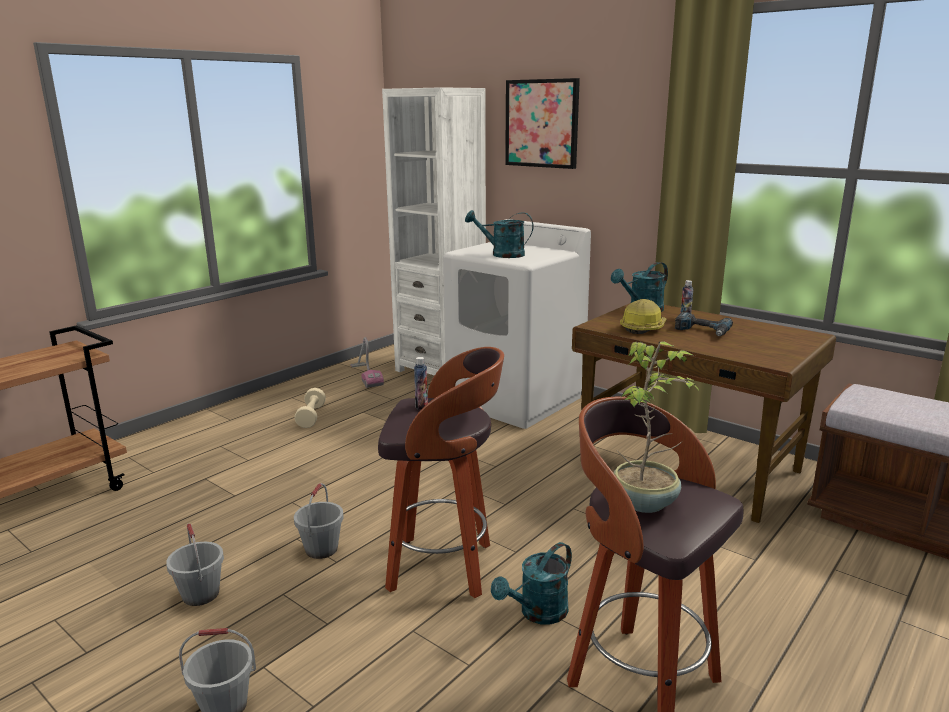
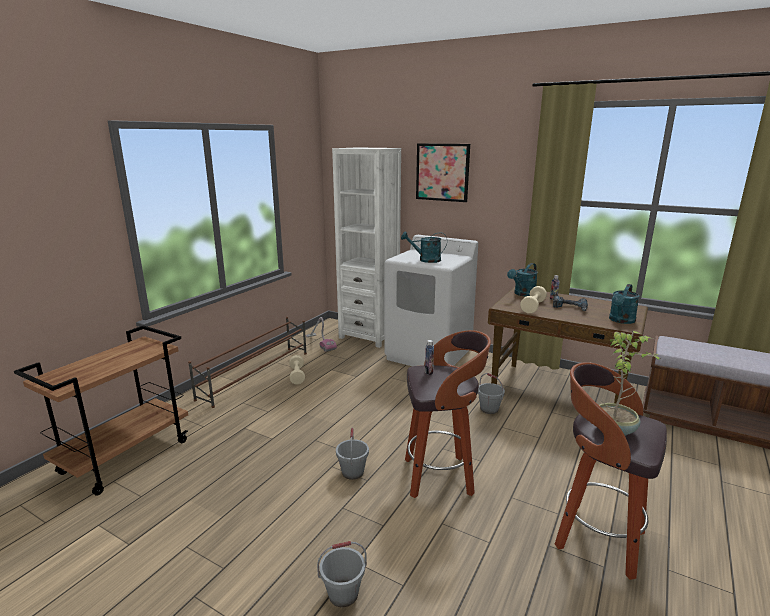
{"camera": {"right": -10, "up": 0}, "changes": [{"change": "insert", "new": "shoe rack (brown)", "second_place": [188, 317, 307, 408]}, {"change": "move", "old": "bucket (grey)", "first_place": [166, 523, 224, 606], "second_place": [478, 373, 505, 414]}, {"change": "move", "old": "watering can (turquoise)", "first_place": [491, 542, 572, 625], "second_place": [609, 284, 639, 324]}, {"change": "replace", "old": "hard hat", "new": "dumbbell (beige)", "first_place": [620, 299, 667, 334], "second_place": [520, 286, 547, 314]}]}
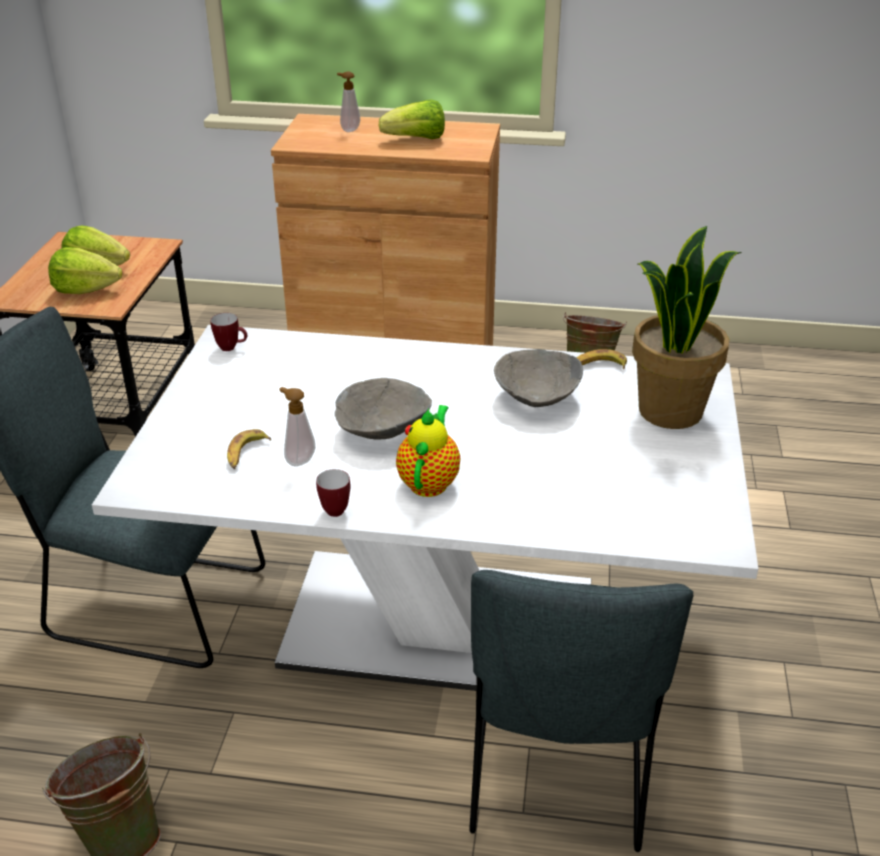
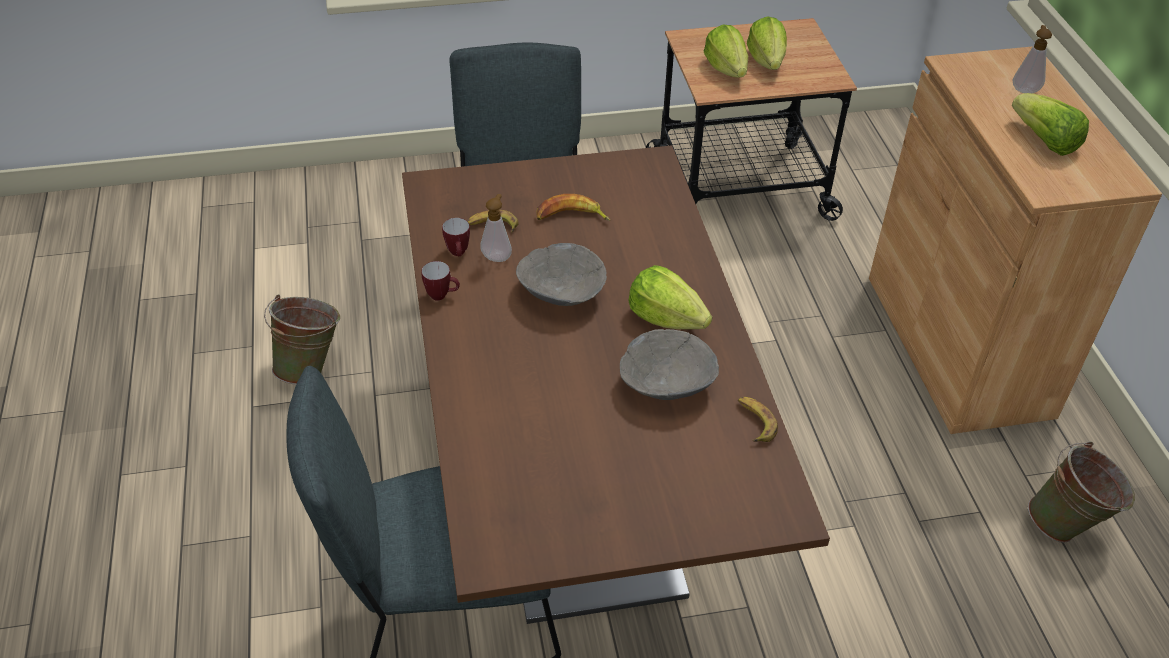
{"camera": {"right": 70, "up": 10}, "changes": [{"change": "delete", "old": "teapot", "first_place": [396, 405, 460, 497]}, {"change": "delete", "old": "potted plant", "first_place": [632, 226, 742, 429]}, {"change": "insert", "new": "banana", "second_place": [536, 194, 610, 221]}, {"change": "insert", "new": "lettuce", "second_place": [628, 265, 712, 329]}, {"change": "move", "old": "mug", "first_place": [210, 313, 247, 351], "second_place": [442, 218, 470, 256]}, {"change": "recolor", "old": "dining table (white)", "new": "dining table (brown)", "first_place": [92, 325, 758, 691], "second_place": [402, 145, 830, 624]}]}
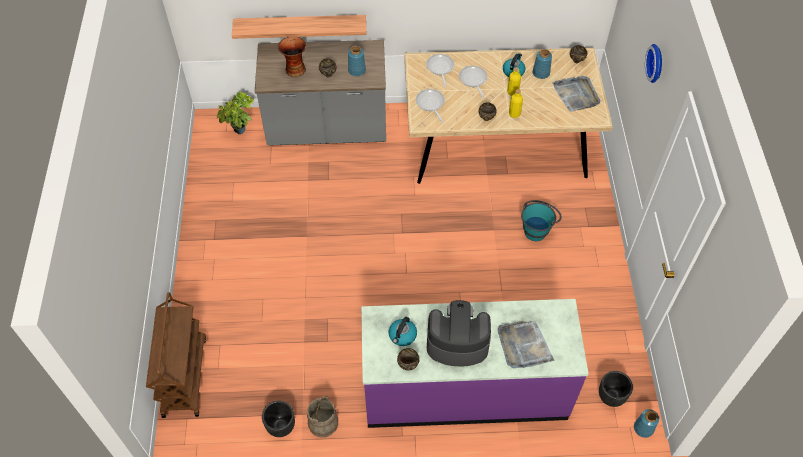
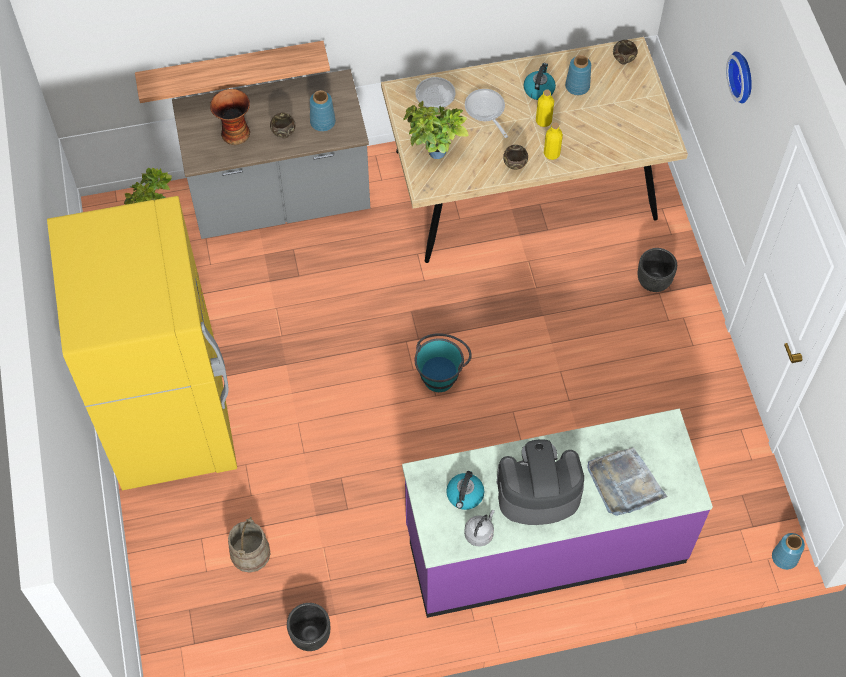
{"camera": {"right": -10, "up": 5}, "changes": [{"change": "delete", "old": "cart (brown)", "first_place": [146, 292, 206, 418]}, {"change": "delete", "old": "tray (grey)", "first_place": [552, 76, 600, 112]}, {"change": "insert", "new": "fridge (yellow)", "second_place": [47, 196, 237, 490]}, {"change": "move", "old": "bucket (beige)", "first_place": [307, 395, 338, 437], "second_place": [228, 517, 271, 573]}, {"change": "move", "old": "bucket (turquoise)", "first_place": [521, 200, 562, 241], "second_place": [415, 333, 472, 392]}, {"change": "move", "old": "planter (black)", "first_place": [599, 371, 633, 407], "second_place": [638, 248, 677, 292]}, {"change": "replace", "old": "bowl (brown)", "new": "kettle (grey)", "first_place": [397, 348, 419, 371], "second_place": [464, 510, 495, 547]}, {"change": "replace", "old": "frying pan", "new": "potted plant", "first_place": [416, 89, 445, 123], "second_place": [403, 101, 469, 159]}]}
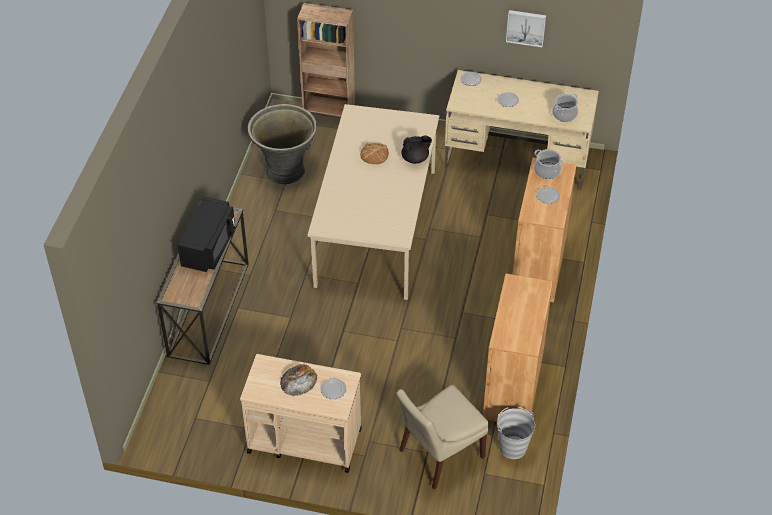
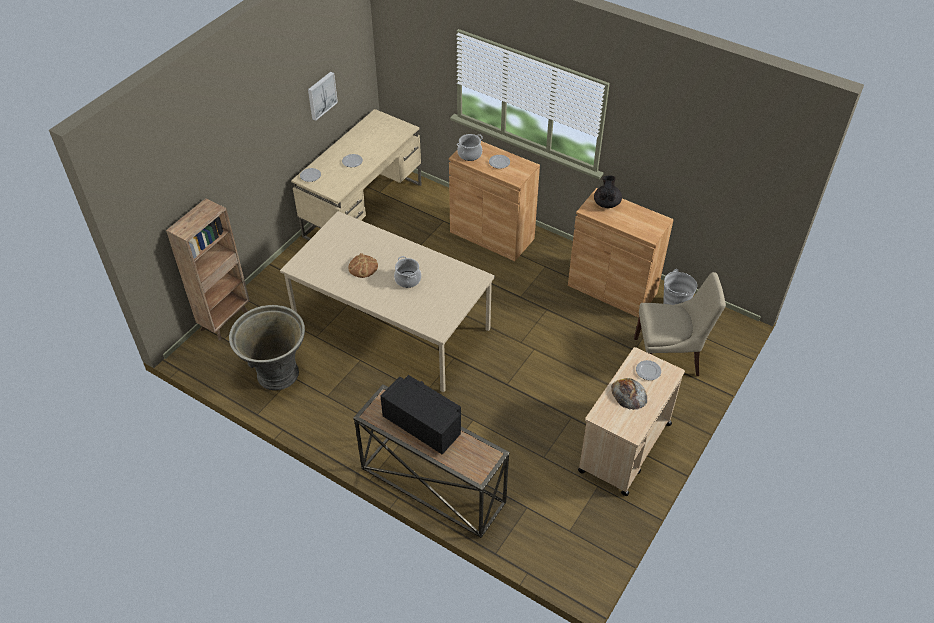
{"camera": {"right": -70, "up": 0}, "changes": [{"change": "move", "old": "teapot (black)", "first_place": [401, 135, 432, 164], "second_place": [594, 175, 622, 208]}, {"change": "move", "old": "cooking pot", "first_place": [552, 93, 578, 122], "second_place": [394, 256, 421, 288]}, {"change": "rotate", "old": "chair (beige)", "first_place": [397, 385, 489, 489], "second_place": [634, 272, 726, 376], "degrees": -75}]}
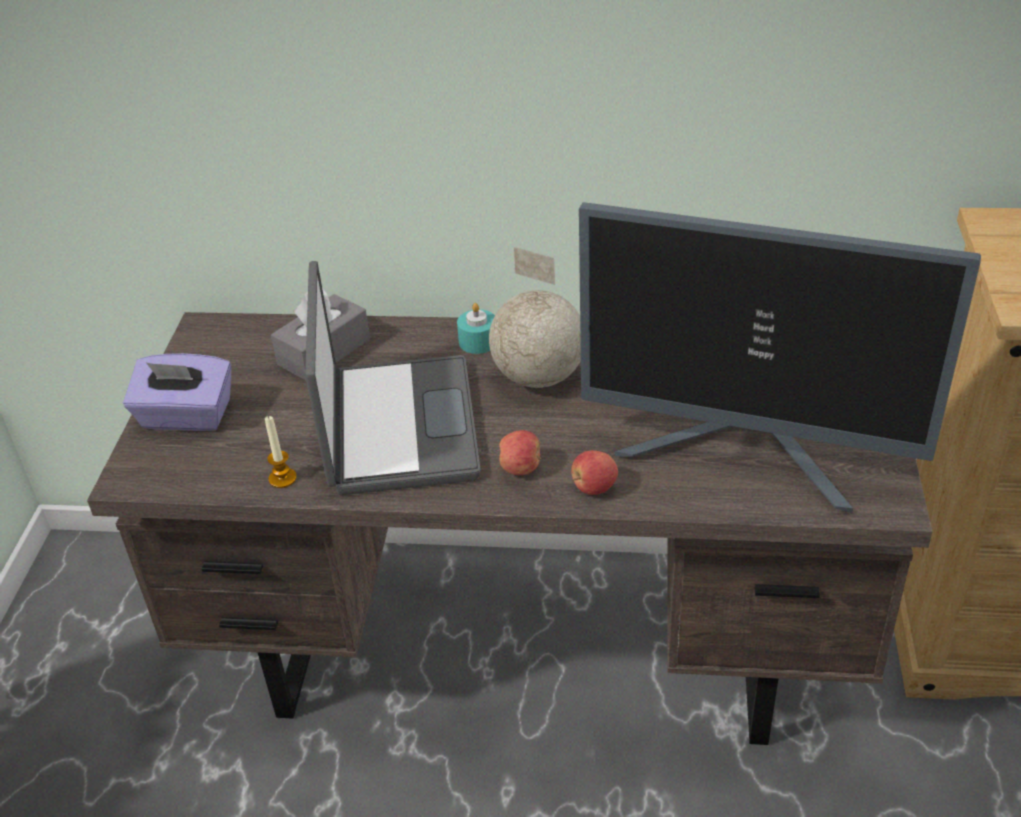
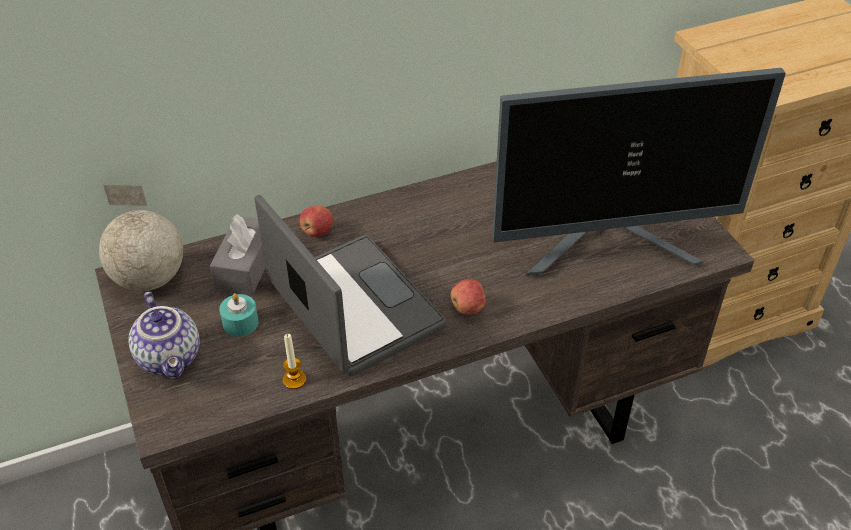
{"camera": {"right": -30, "up": 5}, "changes": [{"change": "move", "old": "candle (turquoise)", "first_place": [457, 303, 495, 354], "second_place": [219, 293, 259, 337]}, {"change": "move", "old": "globe", "first_place": [489, 247, 581, 388], "second_place": [99, 185, 183, 291]}, {"change": "move", "old": "apple", "first_place": [571, 451, 618, 495], "second_place": [299, 206, 333, 237]}, {"change": "replace", "old": "tissue box (purple)", "new": "teapot", "first_place": [123, 353, 232, 431], "second_place": [128, 291, 200, 379]}]}
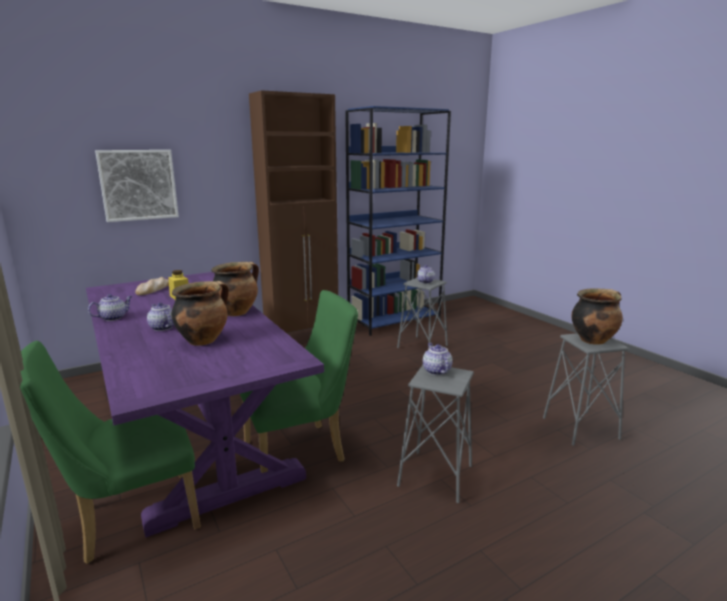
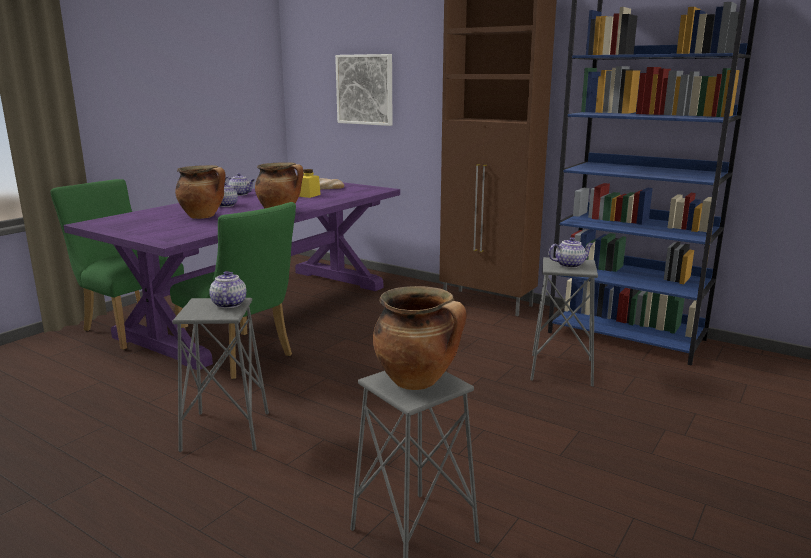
{"camera": {"right": 65, "up": 0}, "changes": [{"change": "rotate", "old": "teapot", "first_place": [423, 343, 453, 375], "second_place": [209, 271, 246, 308], "degrees": -60}]}
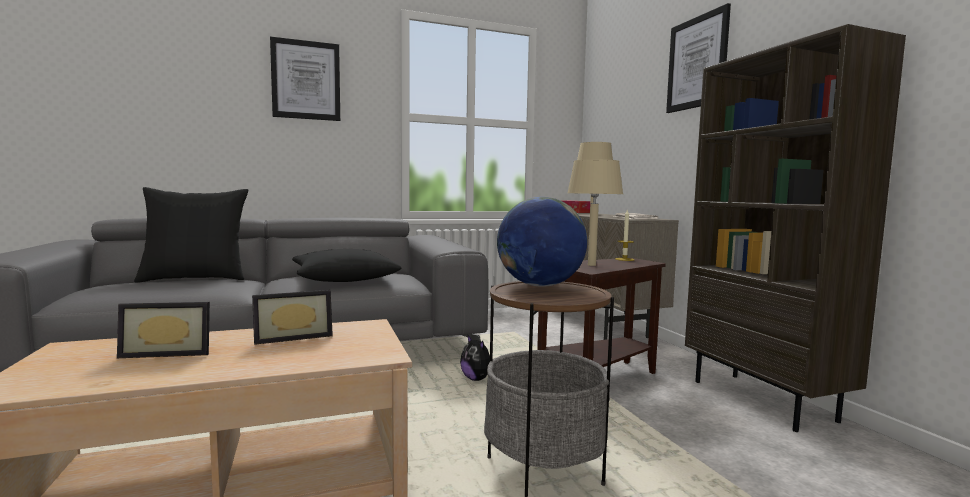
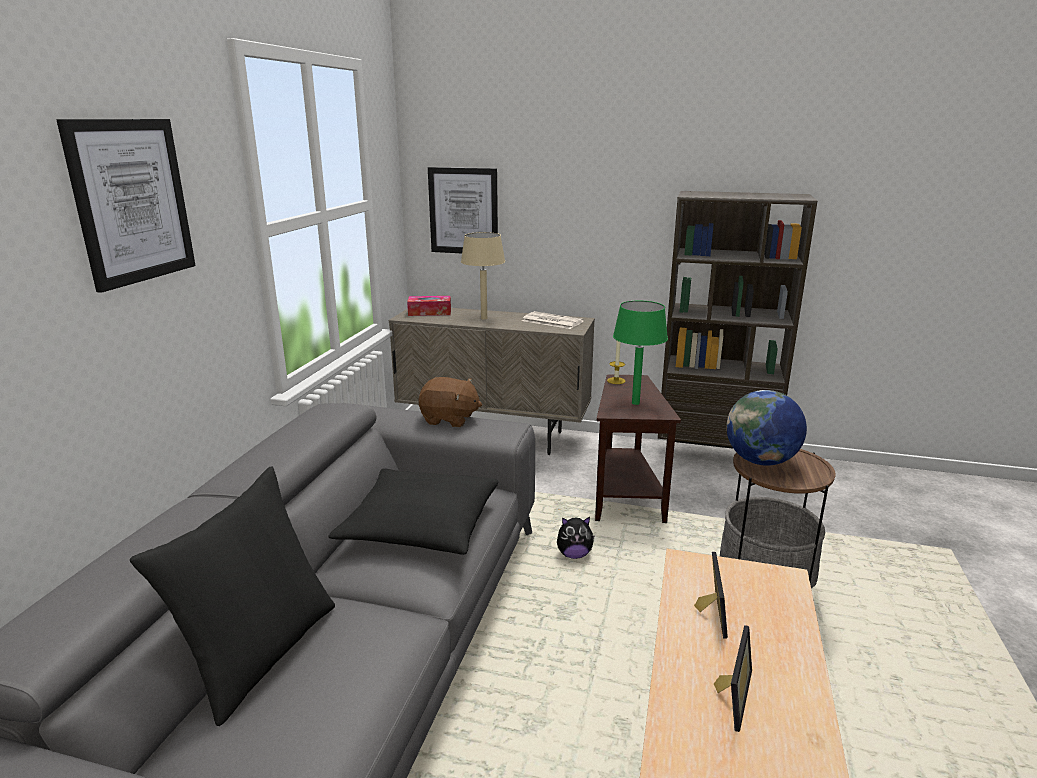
{"camera": {"right": -55, "up": 15}, "changes": [{"change": "insert", "new": "plush toy (brown)", "second_place": [418, 377, 482, 427]}, {"change": "move", "old": "picture", "first_place": [666, 3, 731, 113], "second_place": [428, 167, 498, 253]}, {"change": "recolor", "old": "table lamp (beige)", "new": "table lamp (green)", "first_place": [567, 159, 623, 266], "second_place": [613, 301, 668, 405]}]}
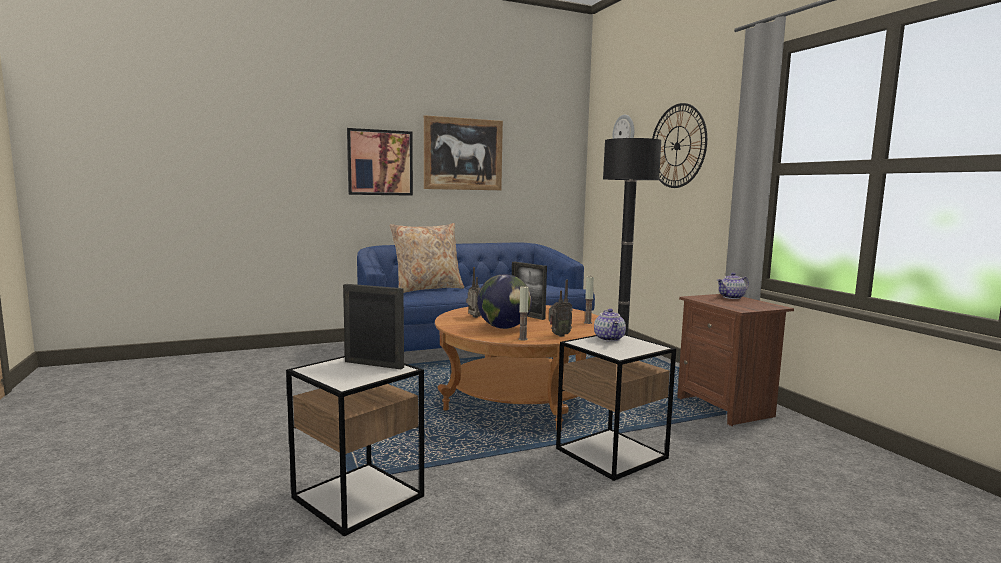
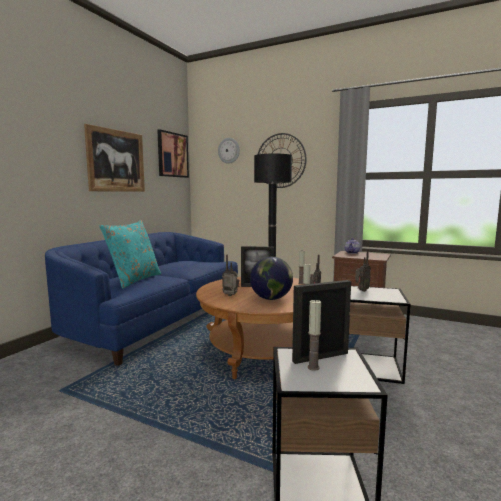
{"camera": {"right": -40, "up": 0}, "changes": [{"change": "insert", "new": "candle", "second_place": [307, 299, 321, 371]}, {"change": "move", "old": "picture", "first_place": [347, 128, 413, 196], "second_place": [157, 129, 189, 178]}, {"change": "replace", "old": "teapot", "new": "radio", "first_place": [594, 309, 626, 342], "second_place": [355, 249, 371, 292]}, {"change": "recolor", "old": "pillow (beige)", "new": "pillow (turquoise)", "first_place": [390, 223, 464, 293], "second_place": [99, 220, 161, 289]}]}
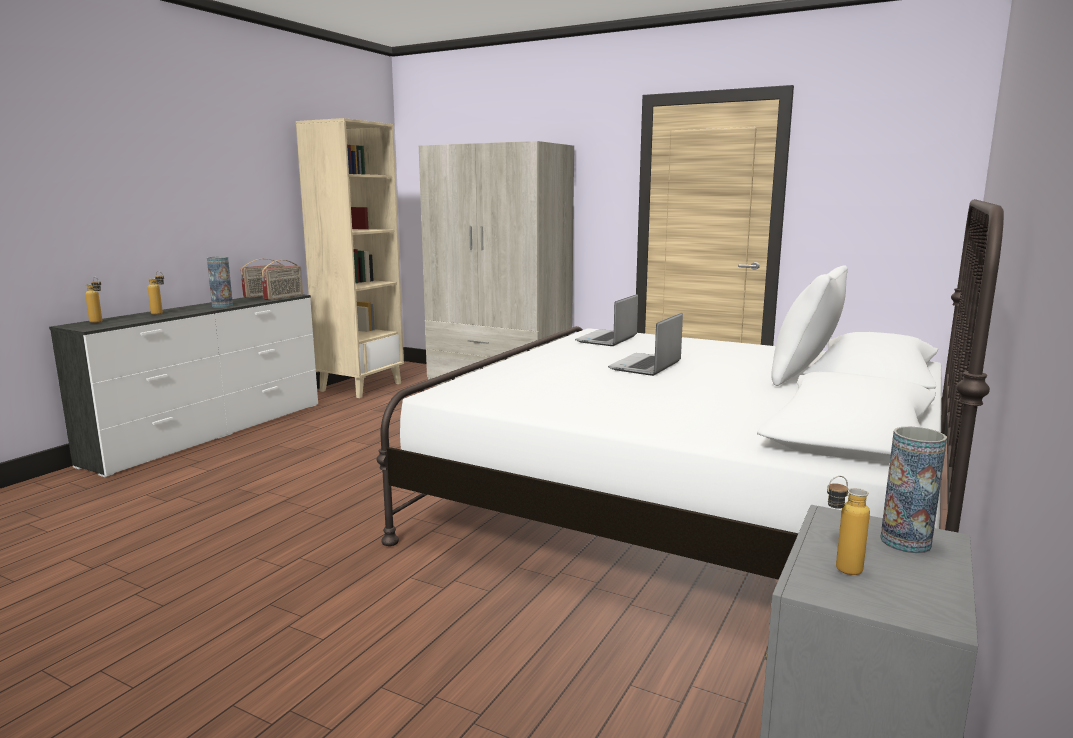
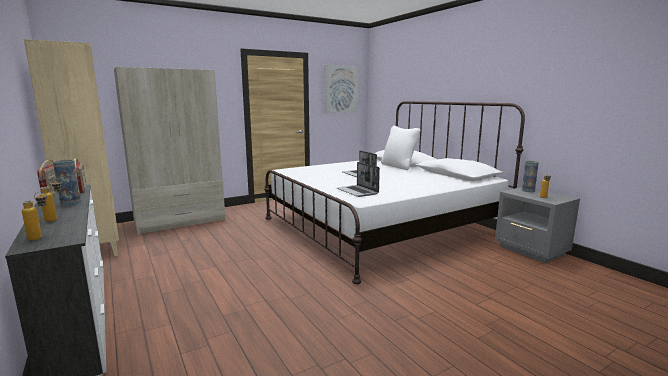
{"camera": {"right": -60, "up": 0}, "changes": [{"change": "insert", "new": "picture", "second_place": [325, 65, 359, 113]}, {"change": "move", "old": "laptop", "first_place": [575, 294, 638, 346], "second_place": [337, 162, 380, 197]}]}
